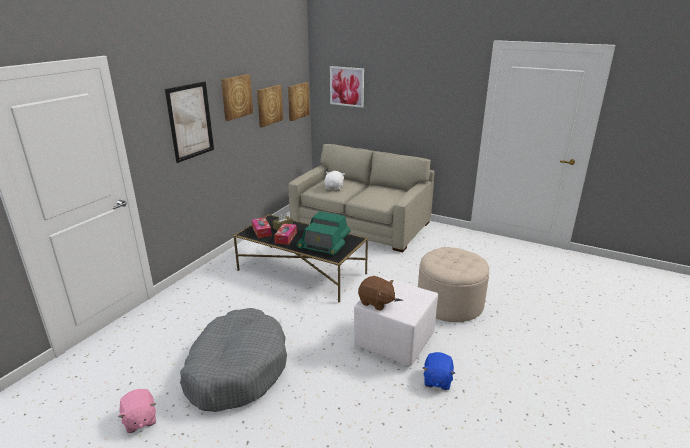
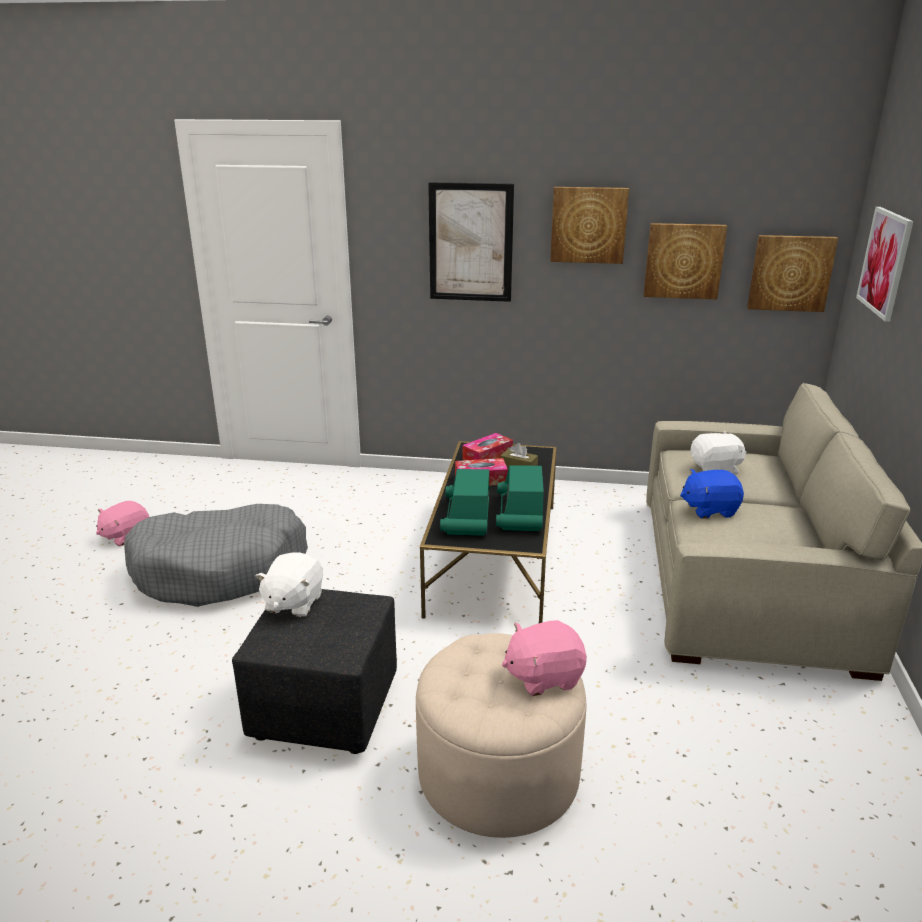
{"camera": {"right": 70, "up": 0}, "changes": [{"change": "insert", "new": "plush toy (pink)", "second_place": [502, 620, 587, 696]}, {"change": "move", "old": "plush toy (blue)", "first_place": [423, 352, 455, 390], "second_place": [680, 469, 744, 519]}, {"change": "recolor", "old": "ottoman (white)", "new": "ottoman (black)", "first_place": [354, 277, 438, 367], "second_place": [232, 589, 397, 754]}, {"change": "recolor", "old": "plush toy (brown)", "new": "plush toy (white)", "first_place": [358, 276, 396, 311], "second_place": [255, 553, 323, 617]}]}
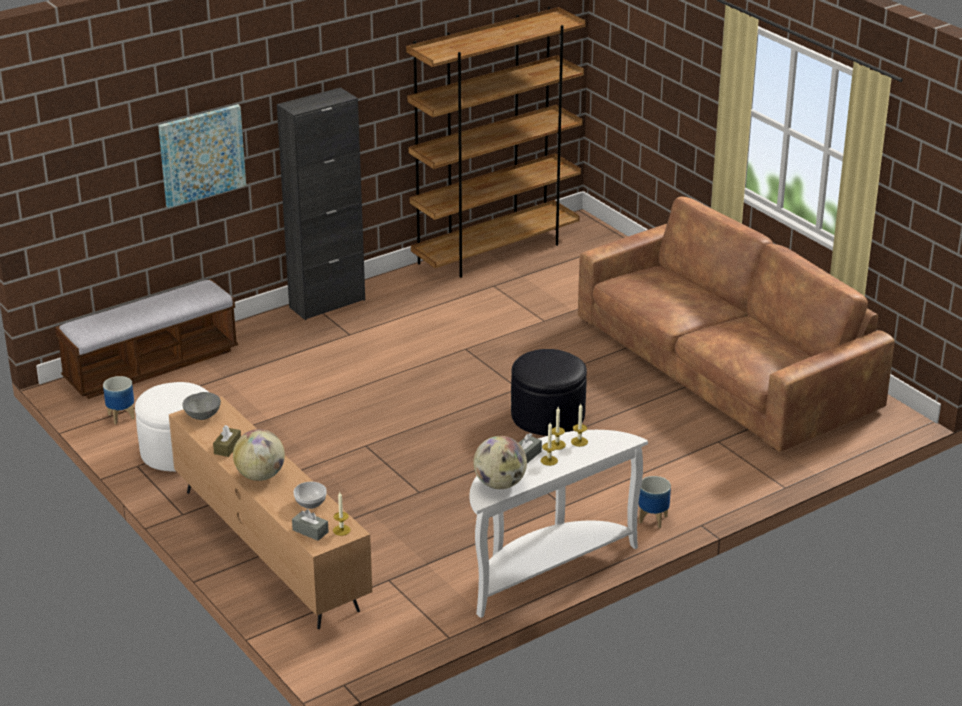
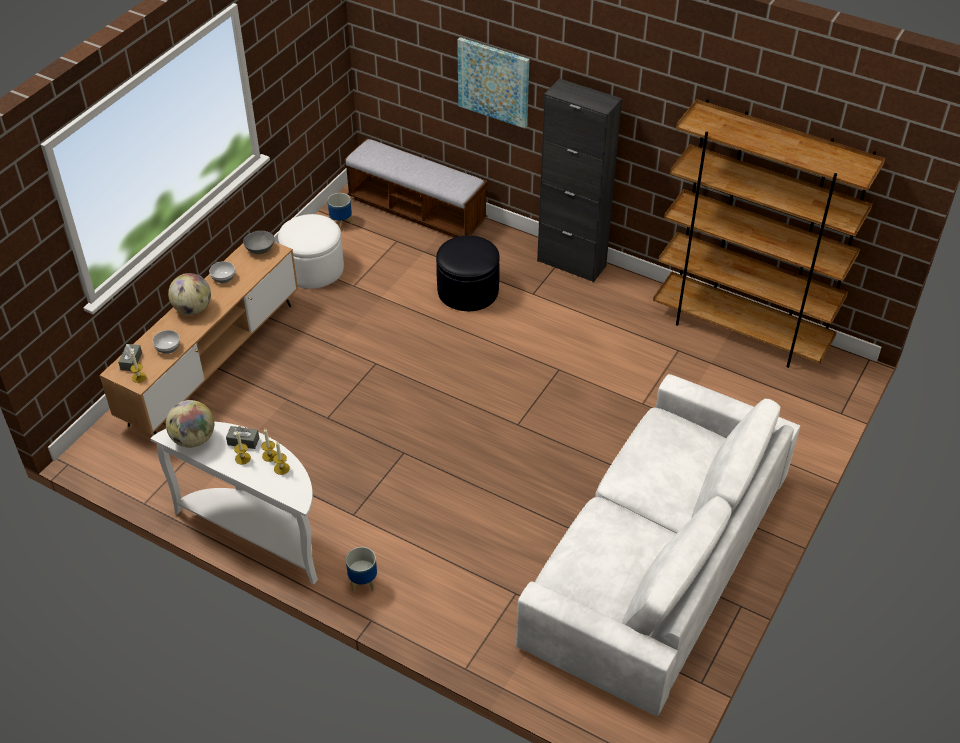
{"camera": {"right": 65, "up": 15}, "changes": [{"change": "move", "old": "ottoman (black)", "first_place": [511, 349, 587, 436], "second_place": [436, 236, 500, 311]}, {"change": "replace", "old": "tissue box (brown)", "new": "bowl", "first_place": [213, 425, 241, 457], "second_place": [209, 261, 235, 283]}, {"change": "recolor", "old": "sofa (brown)", "new": "sofa (white)", "first_place": [578, 197, 895, 452], "second_place": [516, 374, 800, 716]}]}
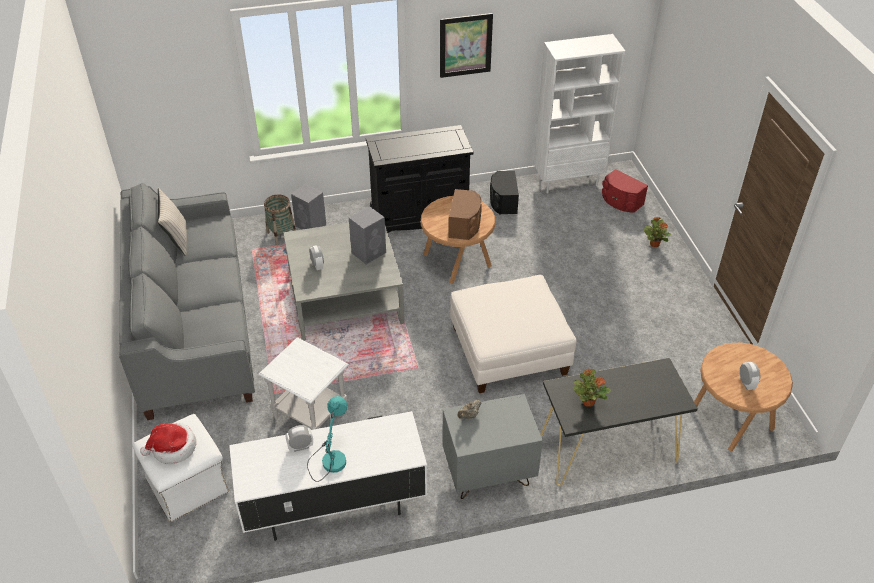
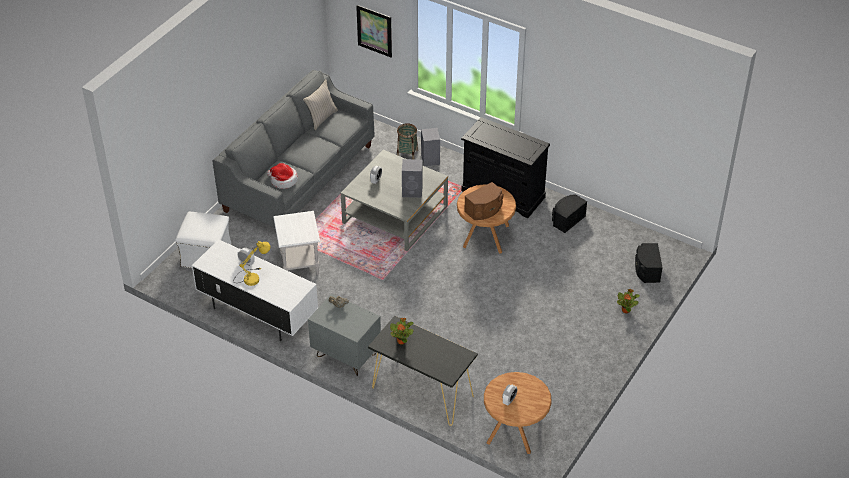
{"camera": {"right": 45, "up": 0}, "changes": [{"change": "delete", "old": "ottoman (white)", "first_place": [450, 275, 577, 393]}, {"change": "delete", "old": "bookcase (white)", "first_place": [534, 34, 625, 193]}, {"change": "move", "old": "hat", "first_place": [140, 423, 196, 464], "second_place": [267, 163, 298, 189]}, {"change": "move", "old": "picture", "first_place": [440, 13, 493, 78], "second_place": [356, 5, 392, 57]}, {"change": "recolor", "old": "table lamp (turquoise)", "new": "table lamp (yellow)", "first_place": [307, 396, 347, 482], "second_place": [233, 241, 271, 286]}, {"change": "recolor", "old": "speaker (red)", "new": "speaker (black)", "first_place": [602, 169, 648, 213], "second_place": [635, 243, 663, 283]}]}
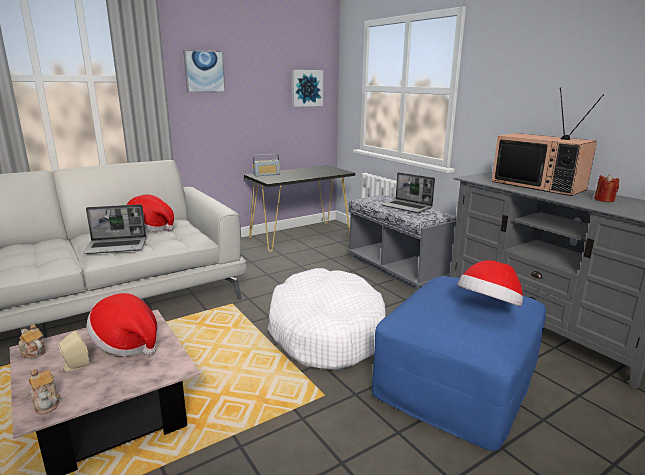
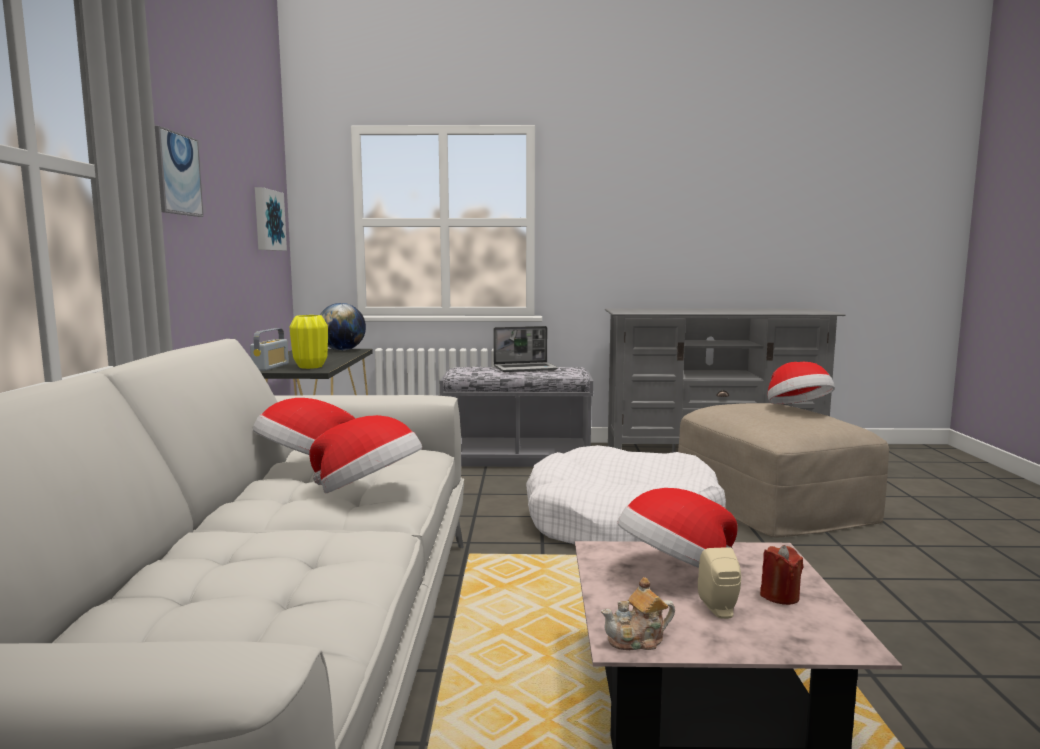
{"camera": {"right": -55, "up": -10}, "changes": [{"change": "delete", "old": "teapot", "first_place": [29, 369, 60, 415]}, {"change": "delete", "old": "television", "first_place": [492, 87, 604, 196]}, {"change": "insert", "new": "vase (yellow)", "second_place": [290, 315, 328, 369]}, {"change": "insert", "new": "globe", "second_place": [320, 303, 366, 351]}, {"change": "move", "old": "candle (red)", "first_place": [594, 174, 619, 202], "second_place": [760, 545, 803, 605]}, {"change": "replace", "old": "laptop", "new": "hat", "first_place": [83, 204, 146, 254], "second_place": [309, 415, 422, 493]}, {"change": "recolor", "old": "ottoman (blue)", "new": "ottoman (beige)", "first_place": [372, 276, 546, 451], "second_place": [678, 403, 889, 538]}]}
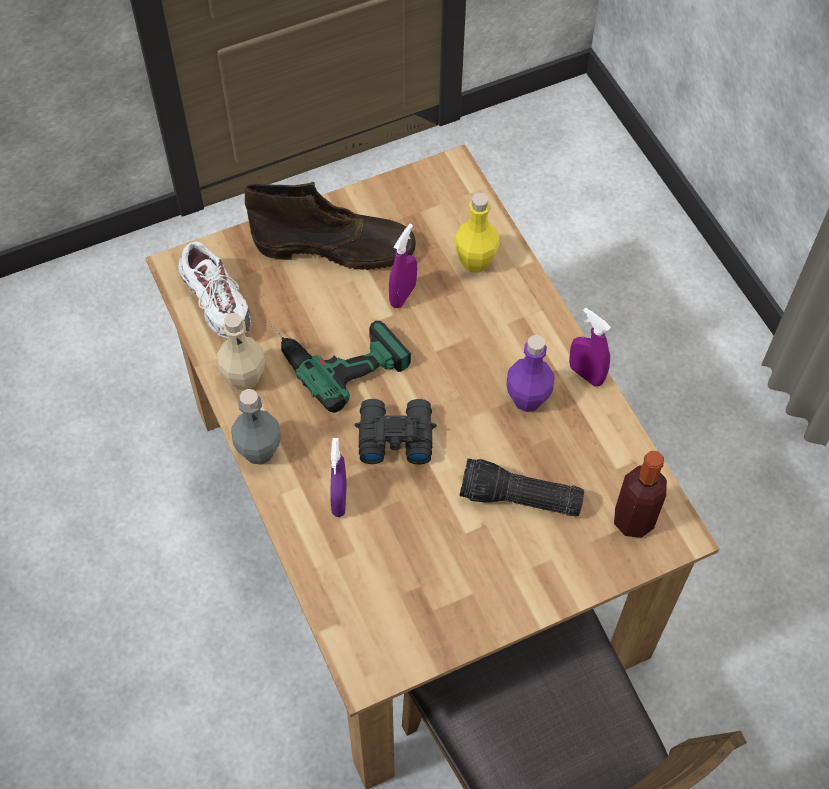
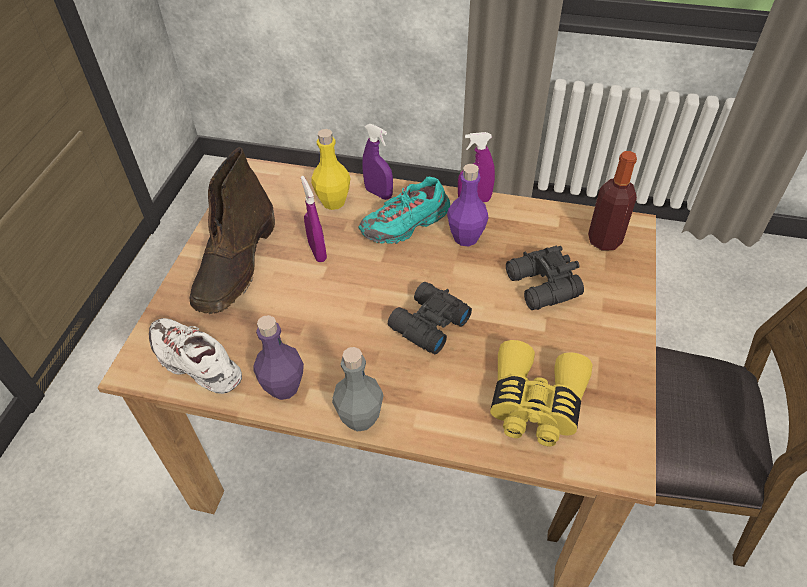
{"camera": {"right": -50, "up": -10}, "changes": [{"change": "delete", "old": "power drill", "first_place": [271, 321, 411, 413]}, {"change": "insert", "new": "shoe (turquoise)", "second_place": [358, 177, 450, 244]}, {"change": "insert", "new": "binoculars (yellow)", "second_place": [490, 340, 593, 446]}, {"change": "move", "old": "spray bottle (purple)", "first_place": [330, 438, 347, 517], "second_place": [362, 124, 393, 200]}, {"change": "replace", "old": "flashlight", "new": "binoculars (black)", "first_place": [459, 458, 584, 516], "second_place": [506, 246, 584, 310]}, {"change": "recolor", "old": "bottle (beige)", "new": "bottle (purple)", "first_place": [217, 313, 265, 390], "second_place": [253, 315, 304, 400]}, {"change": "rotate", "old": "shoe (white)", "first_place": [178, 242, 251, 338], "second_place": [149, 318, 242, 394], "degrees": -150}, {"change": "rotate", "old": "boot (brown)", "first_place": [244, 182, 416, 270], "second_place": [190, 147, 275, 314], "degrees": 150}]}
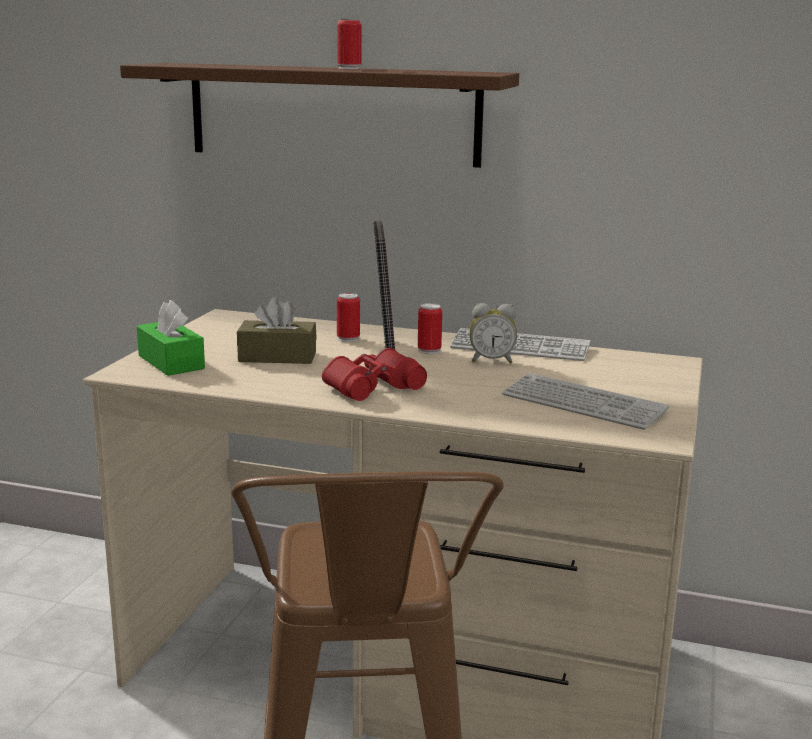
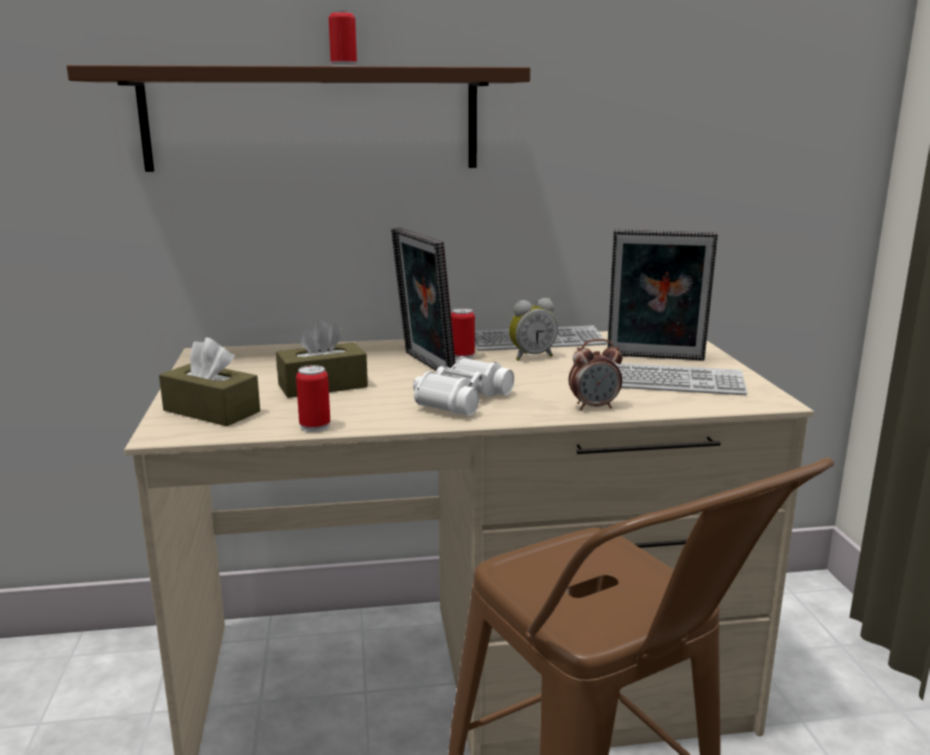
{"camera": {"right": -25, "up": 0}, "changes": [{"change": "insert", "new": "alarm clock", "second_place": [569, 339, 623, 410]}, {"change": "insert", "new": "picture frame", "second_place": [607, 229, 718, 361]}, {"change": "move", "old": "can", "first_place": [337, 293, 360, 342], "second_place": [296, 365, 330, 432]}, {"change": "recolor", "old": "tissue box (green)", "new": "tissue box (brown)", "first_place": [137, 300, 205, 376], "second_place": [159, 337, 260, 426]}, {"change": "recolor", "old": "binoculars (red)", "new": "binoculars (white)", "first_place": [322, 348, 427, 401], "second_place": [413, 356, 514, 416]}]}
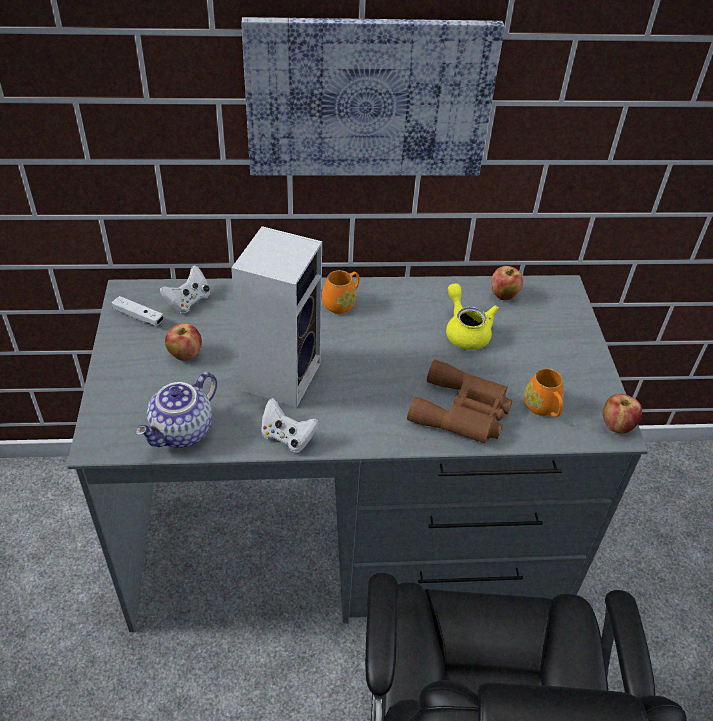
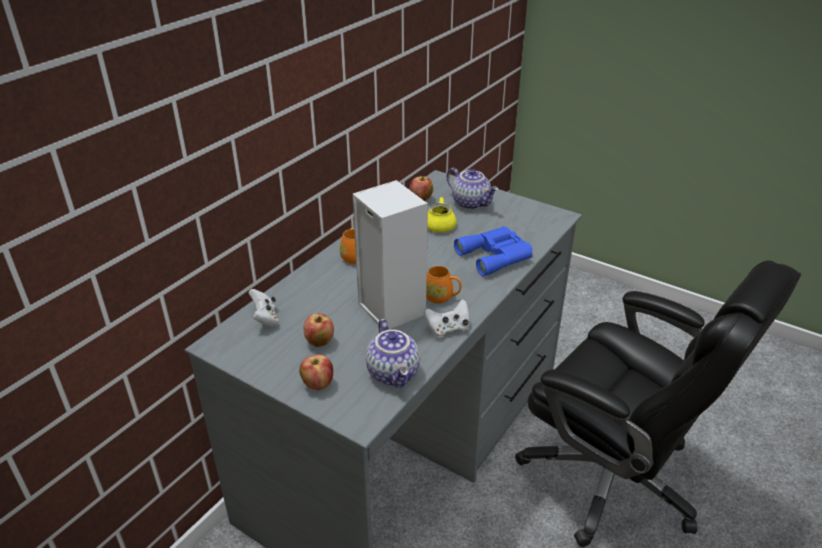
{"camera": {"right": -50, "up": -10}, "changes": [{"change": "delete", "old": "game controller (white)", "first_place": [112, 296, 164, 326]}, {"change": "delete", "old": "picture", "first_place": [241, 17, 505, 176]}, {"change": "insert", "new": "teapot", "second_place": [447, 168, 498, 210]}, {"change": "move", "old": "mug (orange)", "first_place": [524, 368, 564, 417], "second_place": [426, 266, 461, 303]}, {"change": "move", "old": "apple", "first_place": [603, 394, 642, 434], "second_place": [299, 355, 333, 390]}, {"change": "recolor", "old": "binoculars (brown)", "new": "binoculars (blue)", "first_place": [407, 360, 512, 444], "second_place": [454, 227, 533, 276]}]}
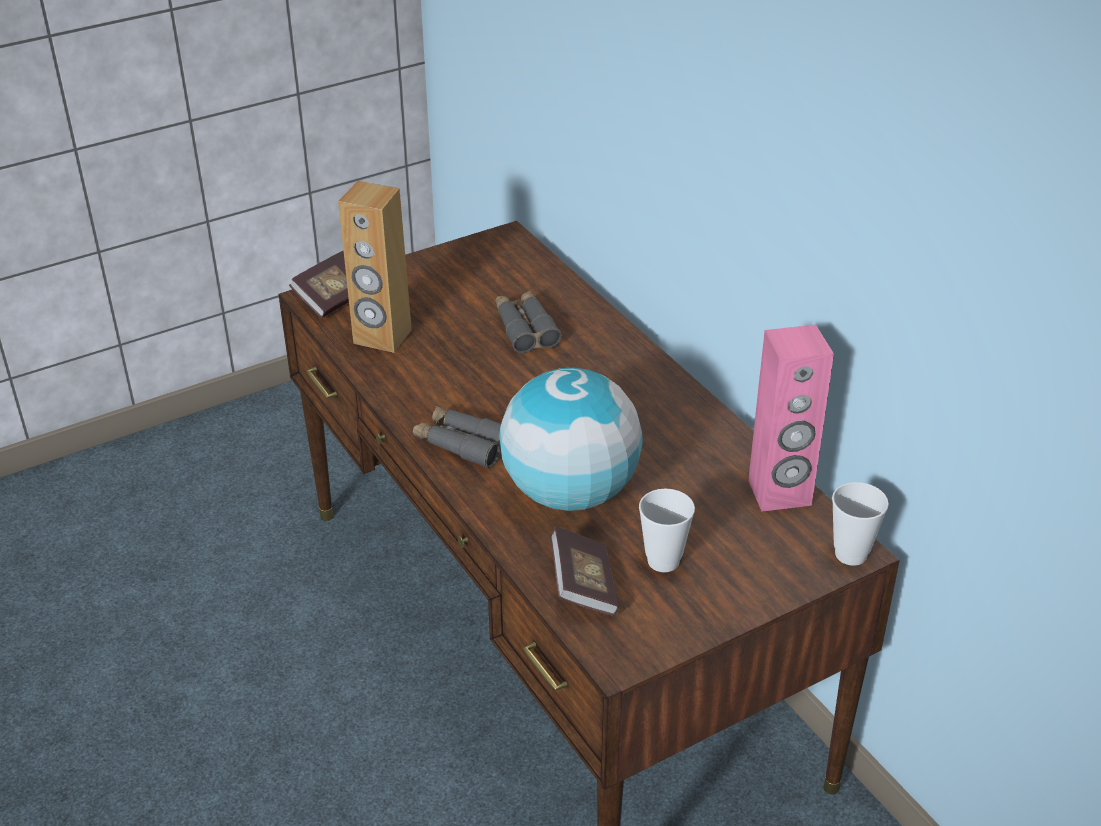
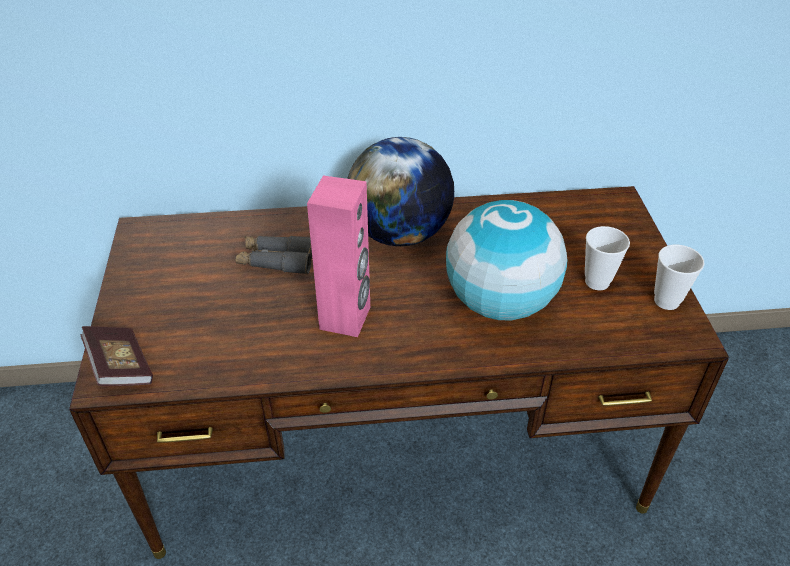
{"camera": {"right": -65, "up": 5}, "changes": [{"change": "delete", "old": "speaker (brown)", "first_place": [338, 181, 412, 353]}, {"change": "delete", "old": "binoculars (grey)", "first_place": [413, 406, 501, 468]}, {"change": "delete", "old": "book", "first_place": [550, 526, 620, 616]}, {"change": "insert", "new": "globe", "second_place": [347, 137, 454, 246]}, {"change": "move", "old": "speaker (pink)", "first_place": [748, 325, 834, 512], "second_place": [307, 176, 370, 337]}, {"change": "move", "old": "cup", "first_place": [832, 482, 889, 566], "second_place": [654, 245, 704, 310]}]}
